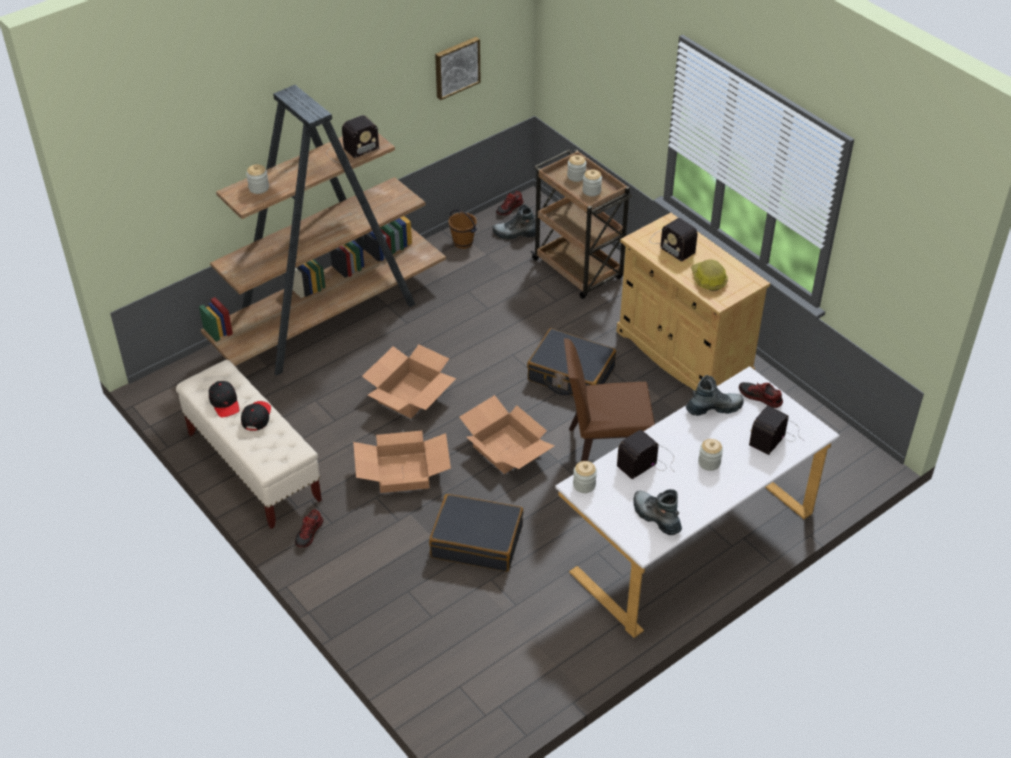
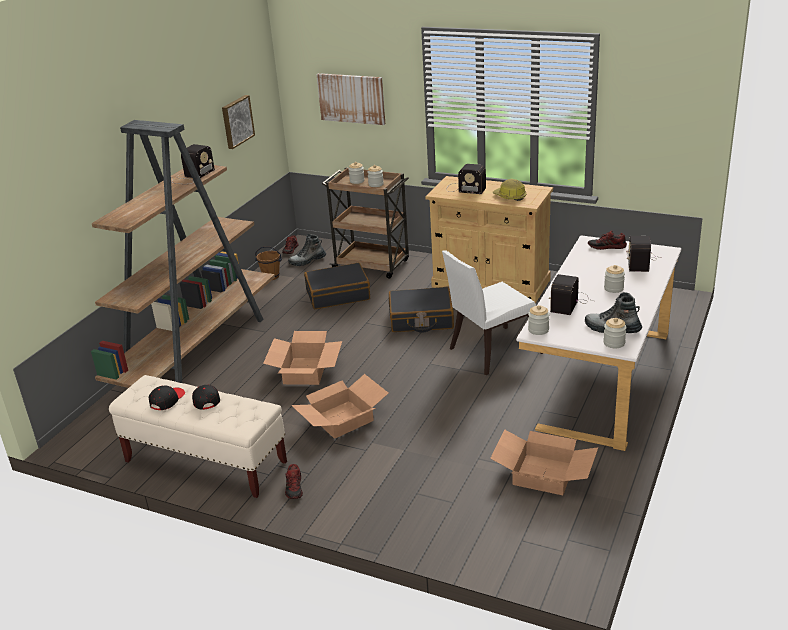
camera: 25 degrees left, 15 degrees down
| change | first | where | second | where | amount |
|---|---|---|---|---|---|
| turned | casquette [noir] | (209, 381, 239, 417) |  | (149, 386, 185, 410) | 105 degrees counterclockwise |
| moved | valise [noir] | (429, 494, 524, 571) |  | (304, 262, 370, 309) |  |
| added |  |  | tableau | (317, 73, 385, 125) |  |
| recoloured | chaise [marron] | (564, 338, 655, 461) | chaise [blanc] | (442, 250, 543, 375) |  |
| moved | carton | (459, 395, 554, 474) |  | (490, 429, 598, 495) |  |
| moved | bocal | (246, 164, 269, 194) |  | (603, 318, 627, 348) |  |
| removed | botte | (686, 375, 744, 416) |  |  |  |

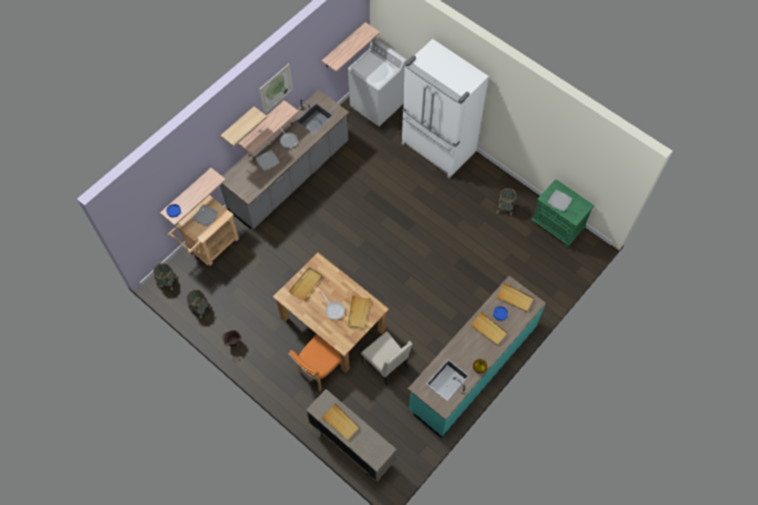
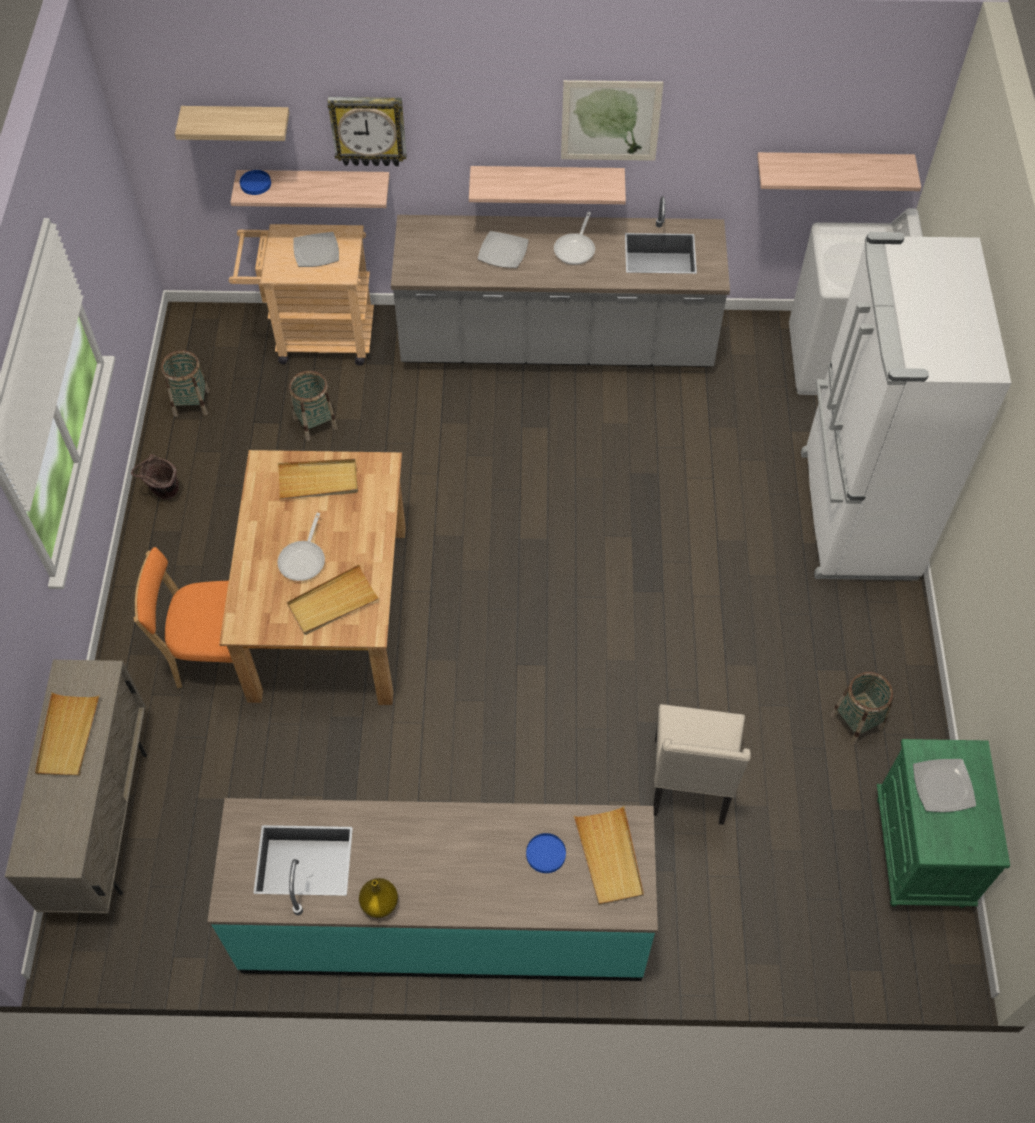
camera: 50 degrees right, 5 degrees down
| change | first | where | second | where | amount |
|---|---|---|---|---|---|
| moved | étagère | (220, 106, 267, 147) |  | (175, 106, 289, 141) |  |
| moved | panier | (153, 263, 177, 291) |  | (289, 371, 337, 441) |  |
| added |  |  | horloge murale | (327, 97, 407, 166) |  |
| moved | chaise [beige] | (361, 331, 412, 386) |  | (653, 704, 751, 825) |  |
| removed | plateau [beige] | (470, 311, 508, 345) |  |  |  |

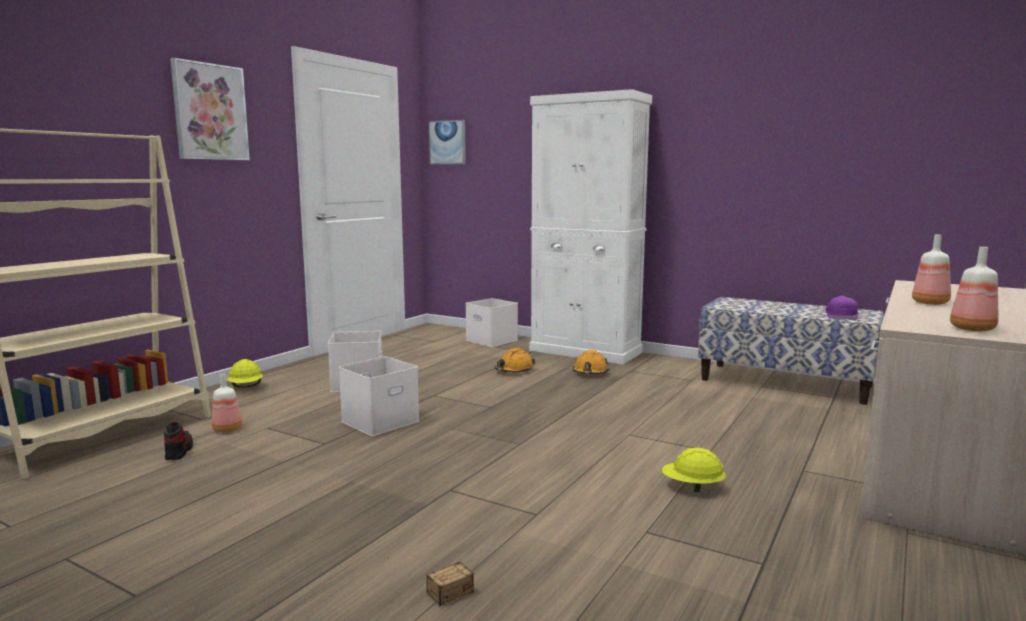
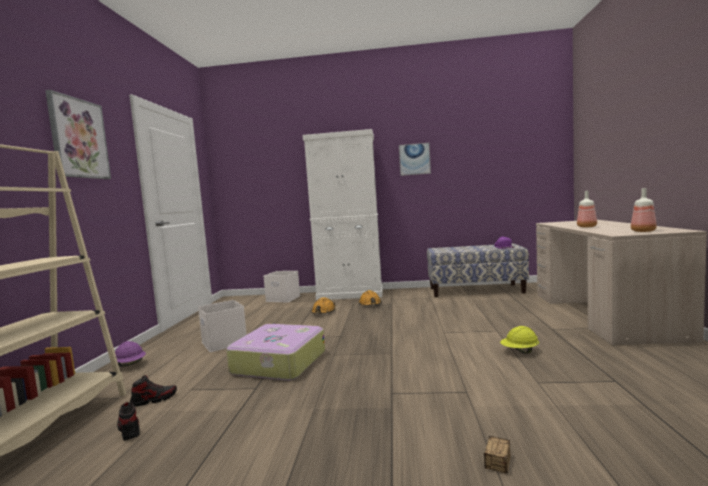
camera: 25 degrees left, 5 degrees down
| change | first | where | second | where | amount |
|---|---|---|---|---|---|
| recoloured | casque de chantier [jaune] | (227, 359, 263, 388) | casque de chantier [violet] | (115, 341, 146, 367) |  |
| replaced | bouteille | (212, 374, 242, 433) | chaussure | (130, 375, 177, 407) |  |
| replaced | boîte de rangement [blanc] | (339, 356, 420, 436) | valise | (226, 324, 325, 381) |  |
| moved | tableau | (429, 120, 466, 165) |  | (399, 143, 431, 176) |  |

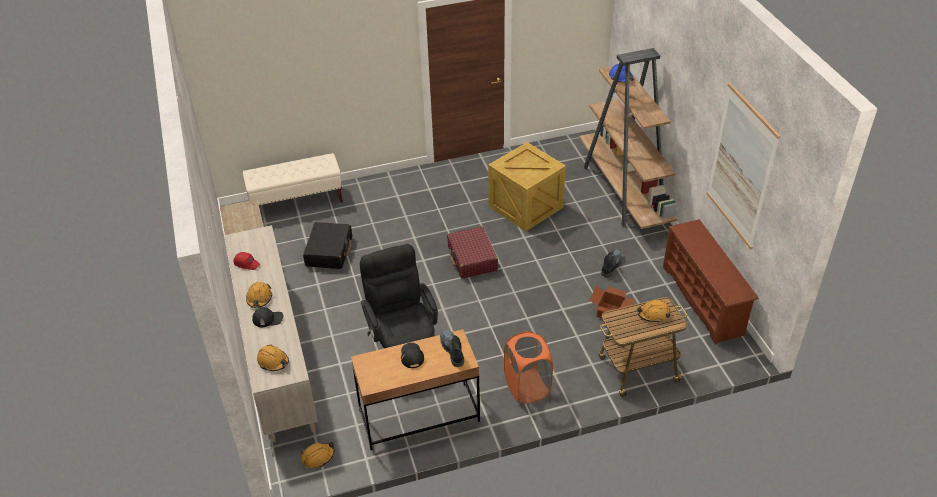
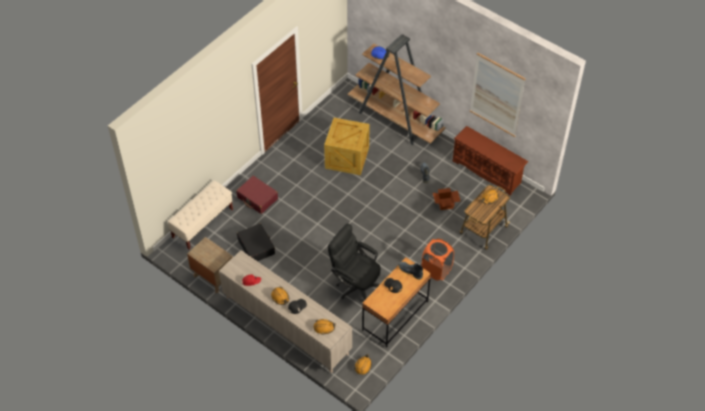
camera: 35 degrees left, 10 degrees up
| change | first | where | second | where | amount |
|---|---|---|---|---|---|
| moved | valise [rouge] | (447, 226, 498, 278) |  | (236, 176, 278, 214) |  |

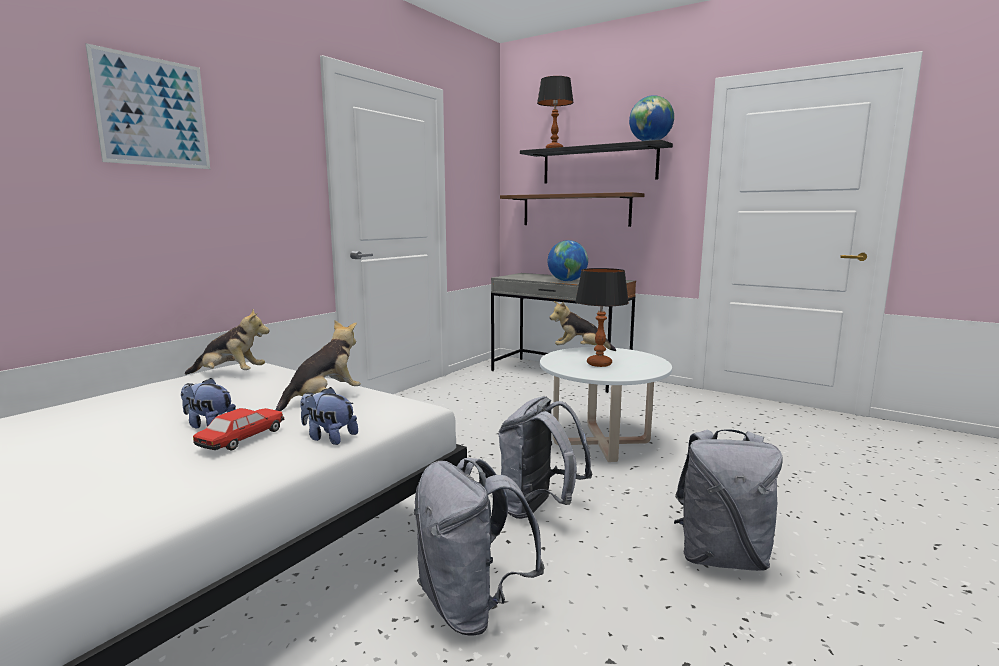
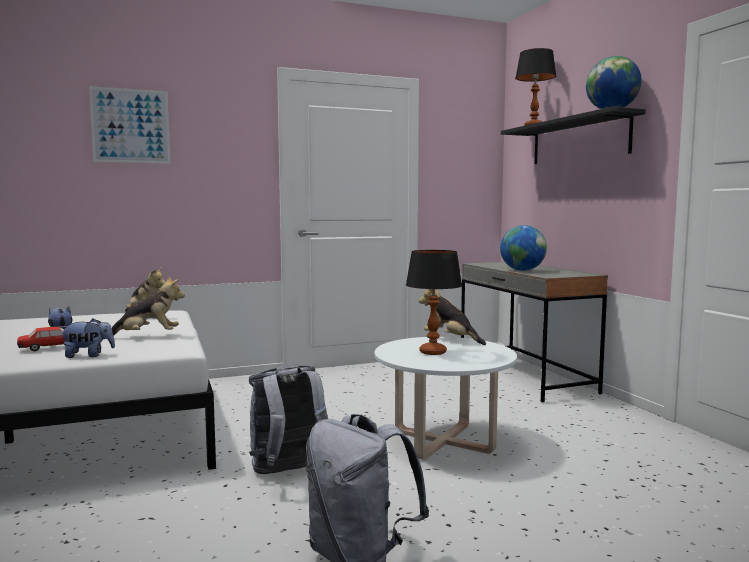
camera: 35 degrees right, 5 degrees down
| change | first | where | second | where | amount |
|---|---|---|---|---|---|
| turned | peluche | (300, 387, 358, 445) |  | (59, 319, 115, 358) | 105 degrees clockwise |
| removed | sac à dos [gris] | (414, 458, 545, 636) |  |  |  |
| removed | étagère [marron] | (500, 192, 644, 227) |  |  |  |

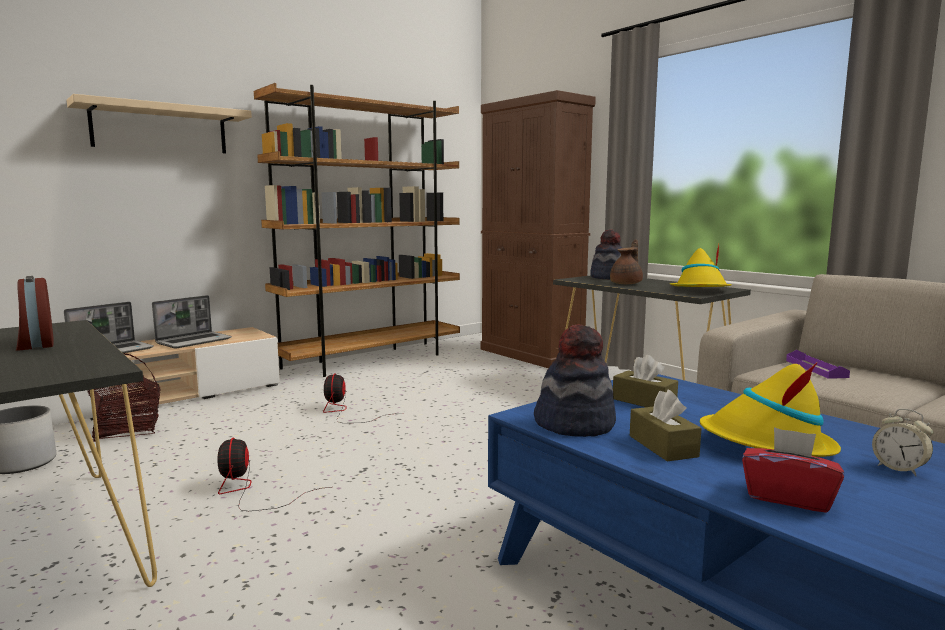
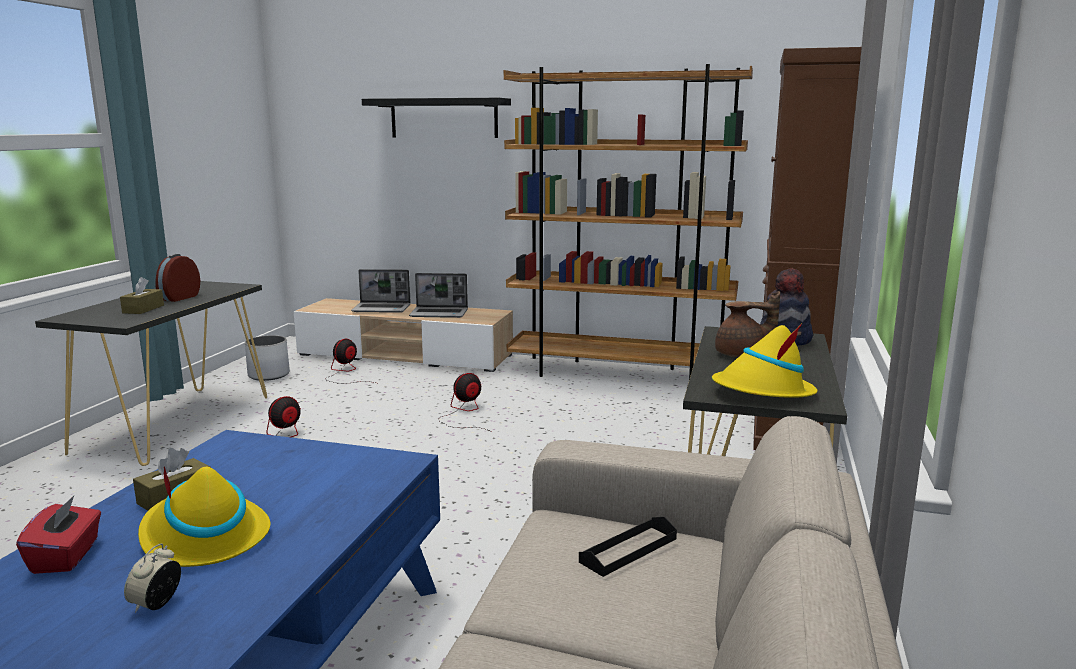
camera: 55 degrees right, 5 degrees up
| change | first | where | second | where | amount |
|---|---|---|---|---|---|
| moved | boîte à mouchoirs [marron] | (613, 355, 678, 407) |  | (120, 277, 164, 314) |  |
| replaced | panier | (87, 353, 161, 442) | ventilateur | (329, 339, 379, 384) |  |
| recoloured | étagère [beige] | (67, 94, 252, 153) | étagère [noir] | (362, 98, 511, 138) |  |
| recoloured | plateau [violet] | (786, 350, 850, 379) | plateau [noir] | (579, 517, 677, 577) |  |
| removed | chapeau | (534, 324, 616, 437) |  |  |  |

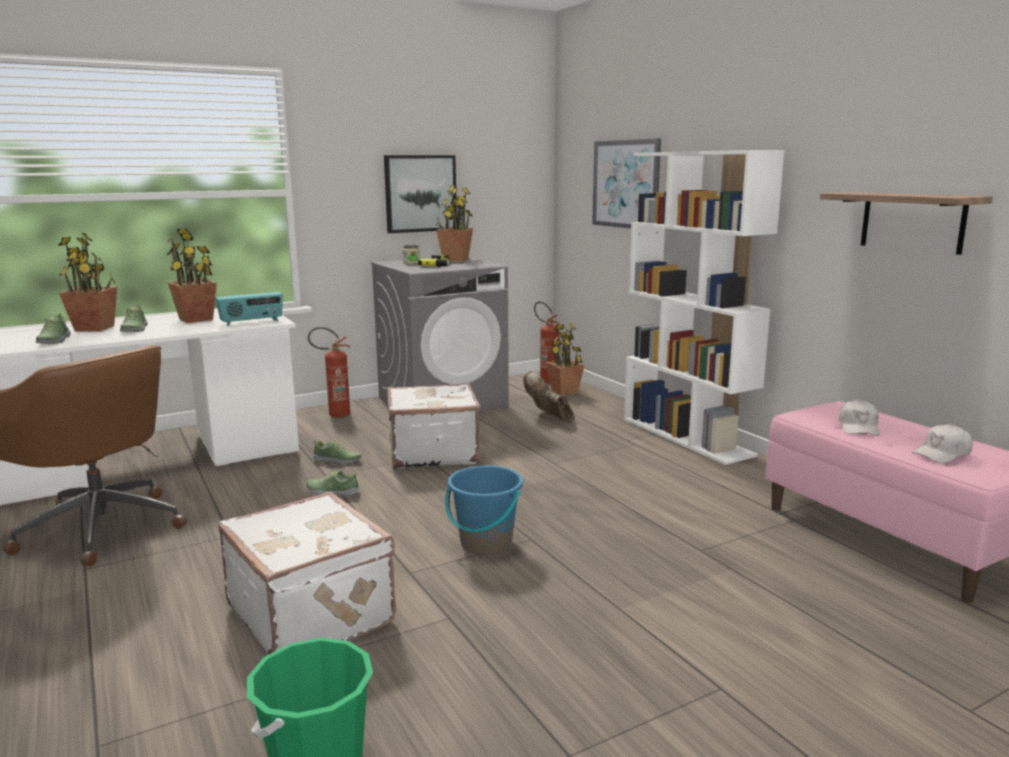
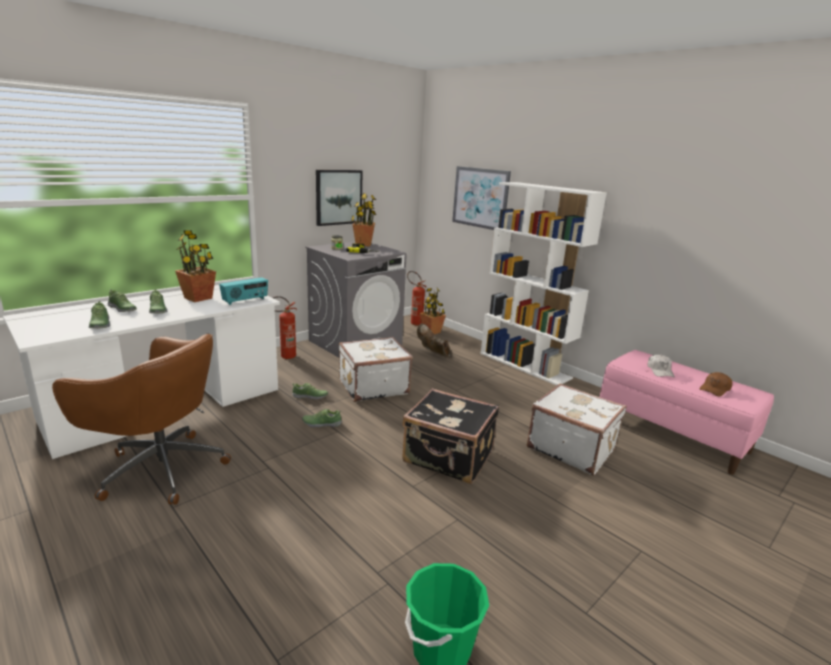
camera: 15 degrees left, 5 degrees up
| change | first | where | second | where | amount |
|---|---|---|---|---|---|
| replaced | plante en pot | (58, 233, 117, 332) | chaussure | (107, 289, 137, 312) |  |
| replaced | seau [bleu] | (445, 466, 523, 555) | valise [noir] | (402, 388, 499, 484) |  |
| moved | valise [blanc] | (218, 492, 396, 655) |  | (527, 383, 627, 475) |  |
| recoloured | casquette [blanc] | (912, 425, 973, 463) | casquette [marron] | (699, 372, 732, 397) |  |
| removed | étagère | (820, 192, 993, 255) |  |  |  |

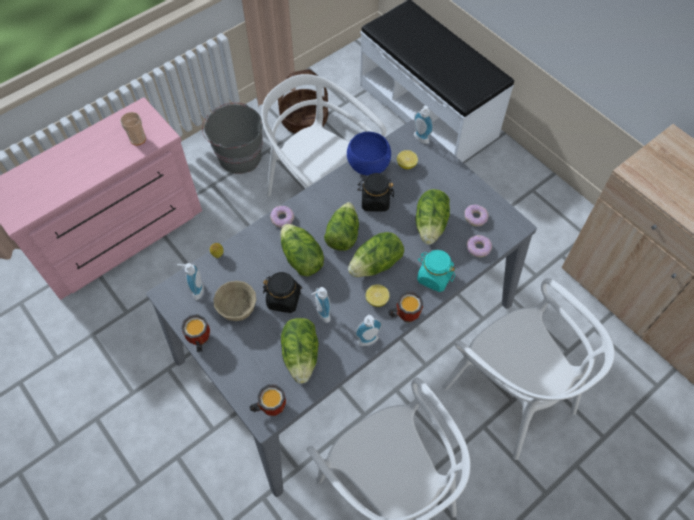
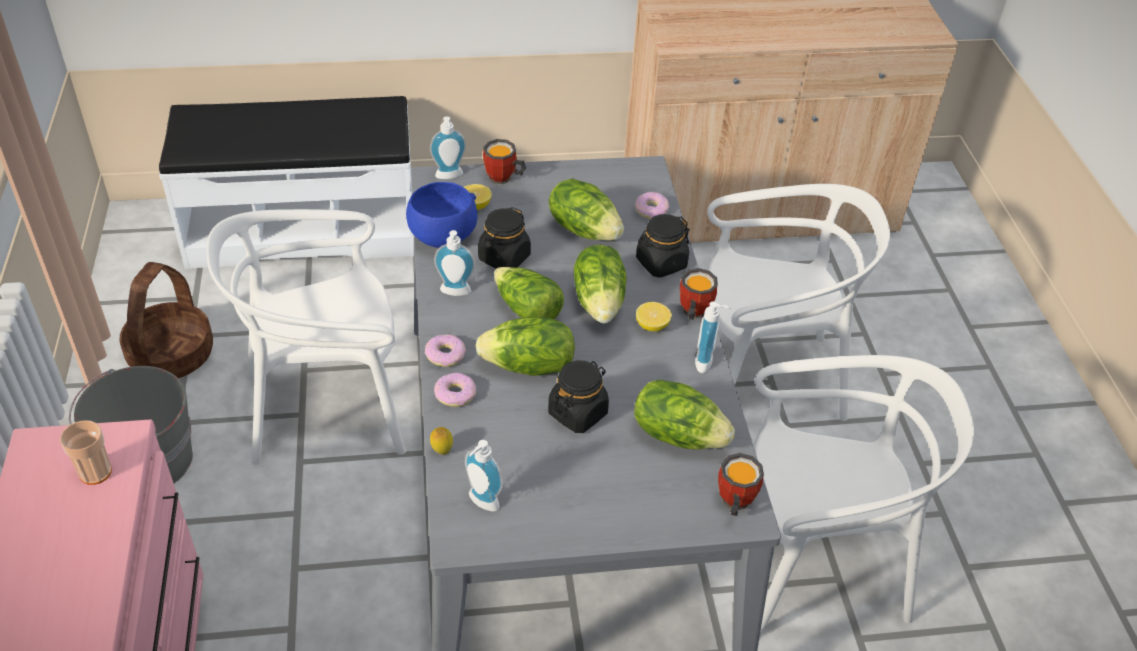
camera: 60 degrees left, 15 degrees down
| change | first | where | second | where | amount |
|---|---|---|---|---|---|
| moved | distributeur de savon | (312, 287, 331, 323) |  | (434, 230, 475, 296) |  |
| moved | beignet | (465, 205, 489, 226) |  | (434, 373, 476, 407) |  |
| moved | mug | (181, 314, 210, 352) |  | (483, 139, 526, 184) |  |
| recoloured | bocal [turquoise] | (417, 250, 456, 292) | bocal [noir] | (636, 214, 690, 278) |  |
| removed | bol [beige] | (213, 281, 256, 321) |  |  |  |

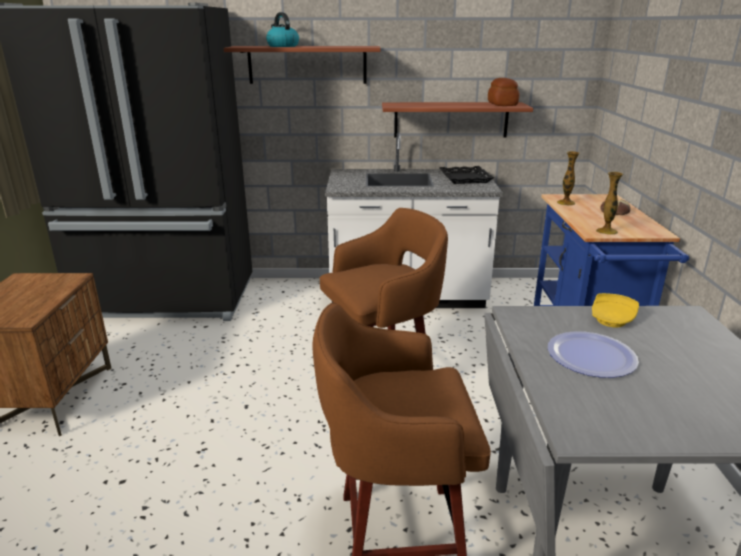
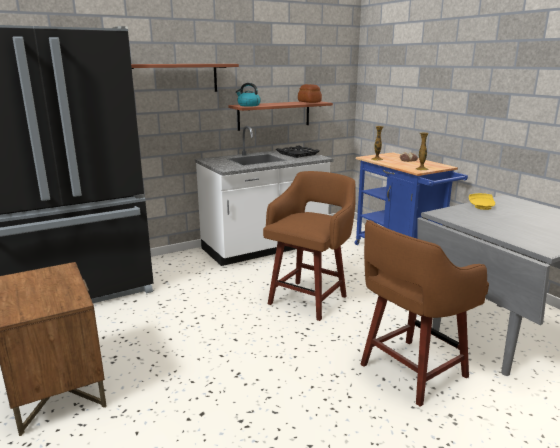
camera: 30 degrees left, 5 degrees down
| change | first | where | second | where | amount |
|---|---|---|---|---|---|
| moved | bouilloire | (266, 12, 299, 47) |  | (236, 83, 261, 107) |  |
| removed | assiette | (548, 331, 639, 378) |  |  |  |

